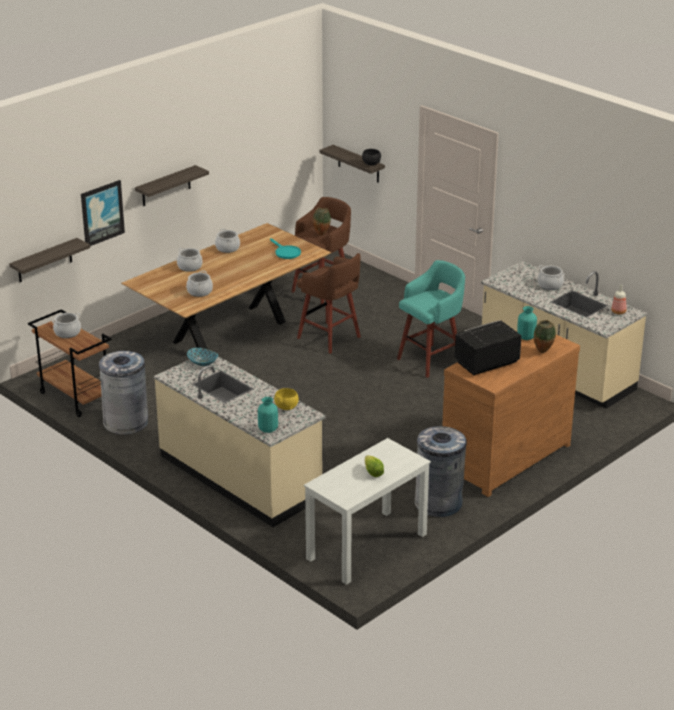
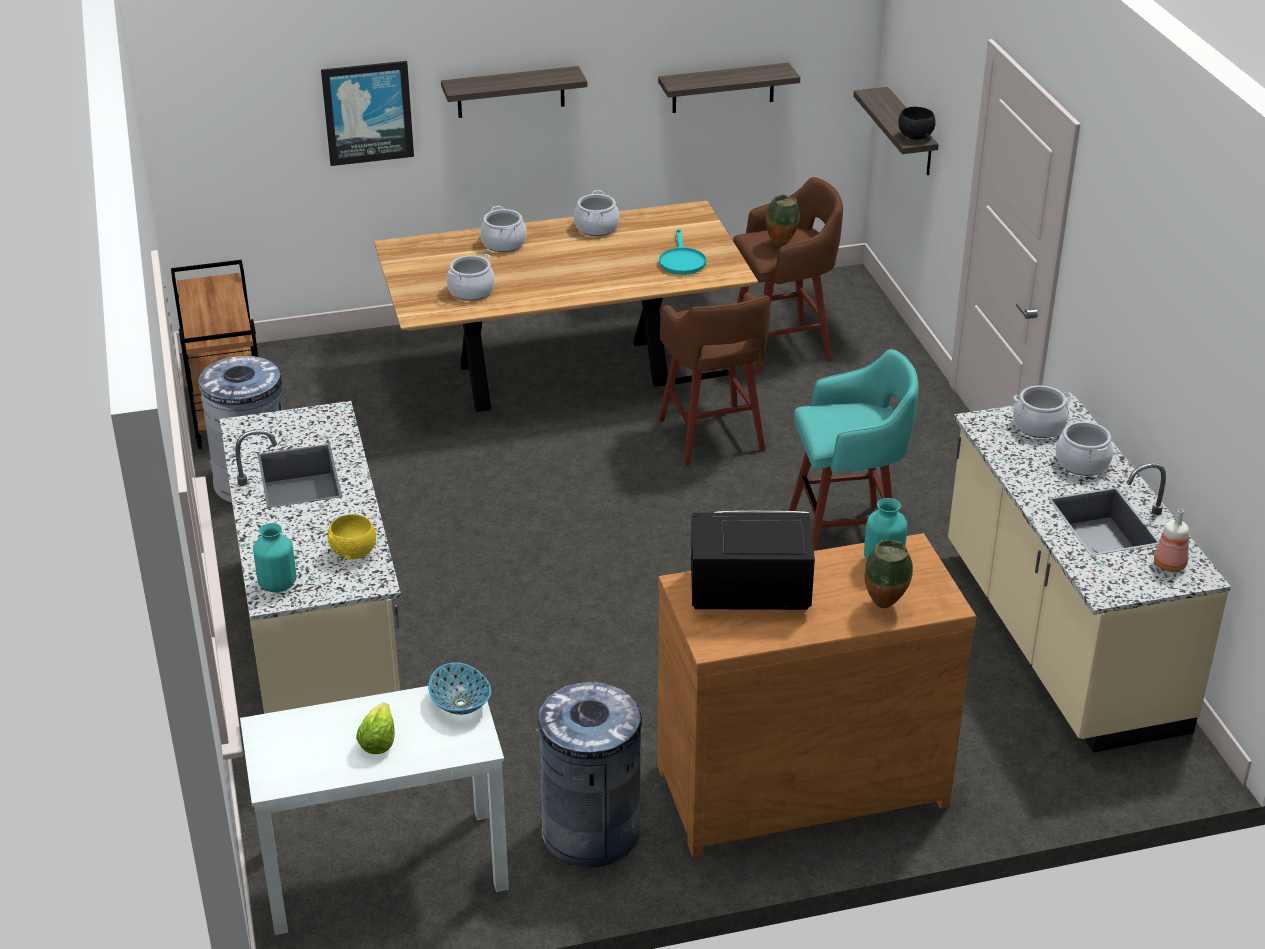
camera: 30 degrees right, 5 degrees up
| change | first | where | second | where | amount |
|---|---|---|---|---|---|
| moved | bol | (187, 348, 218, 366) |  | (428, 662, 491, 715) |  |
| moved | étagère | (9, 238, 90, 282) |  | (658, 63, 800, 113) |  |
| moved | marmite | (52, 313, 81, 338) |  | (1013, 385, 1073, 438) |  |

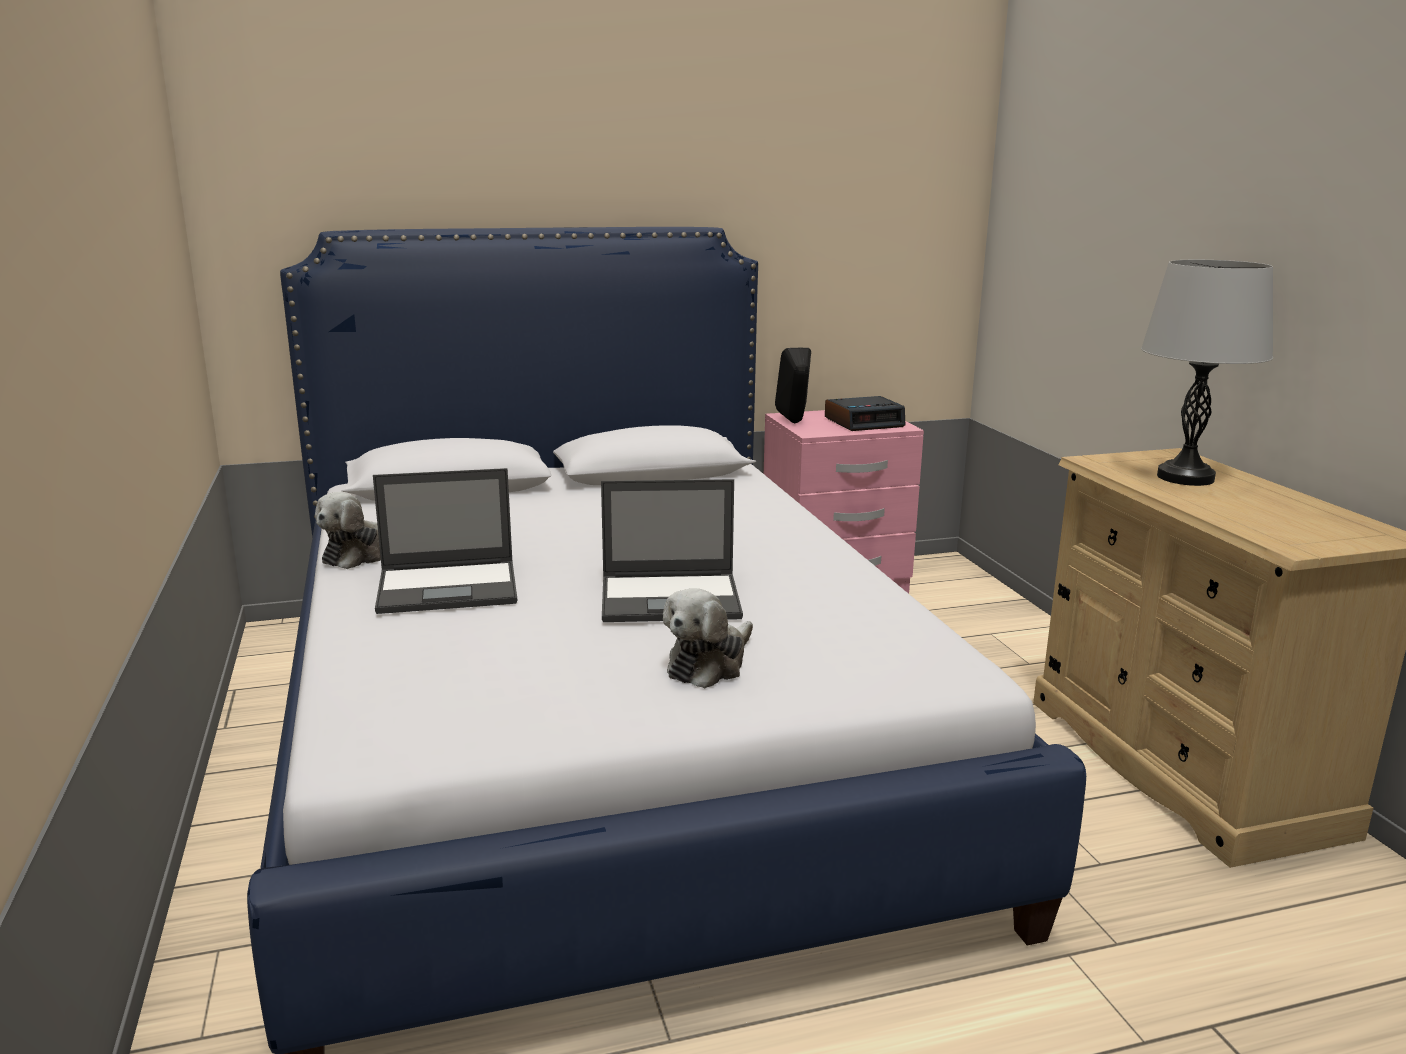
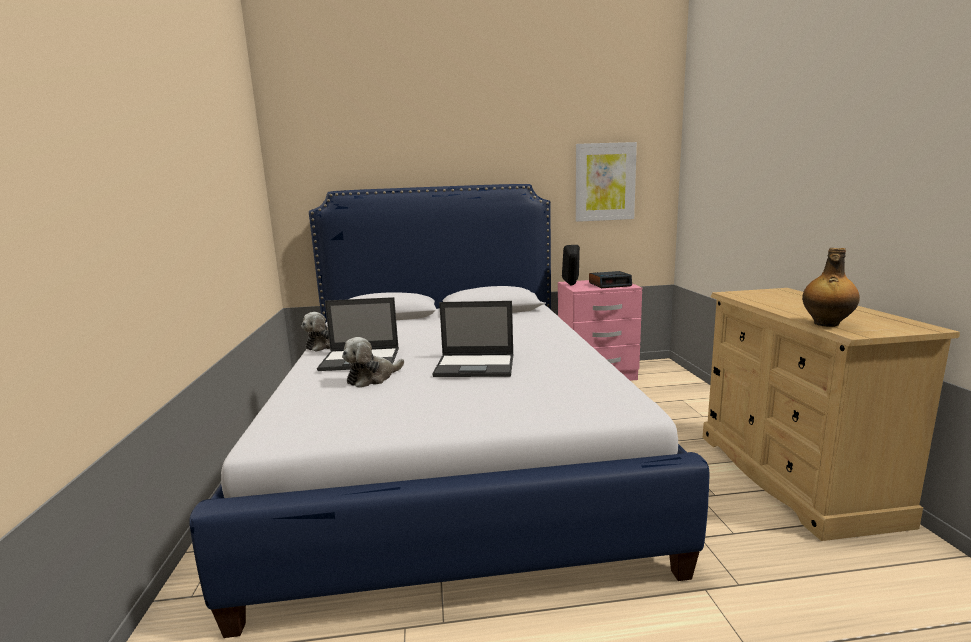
camera: 10 degrees right, 5 degrees down
| change | first | where | second | where | amount |
|---|---|---|---|---|---|
| moved | peluche | (663, 588, 753, 689) |  | (342, 337, 404, 388) |  |
| added |  |  | tableau | (575, 142, 637, 222) |  |
| added |  |  | bouteille | (802, 248, 860, 327) |  |
| removed | lampe de table [gris] | (1141, 260, 1273, 486) |  |  |  |

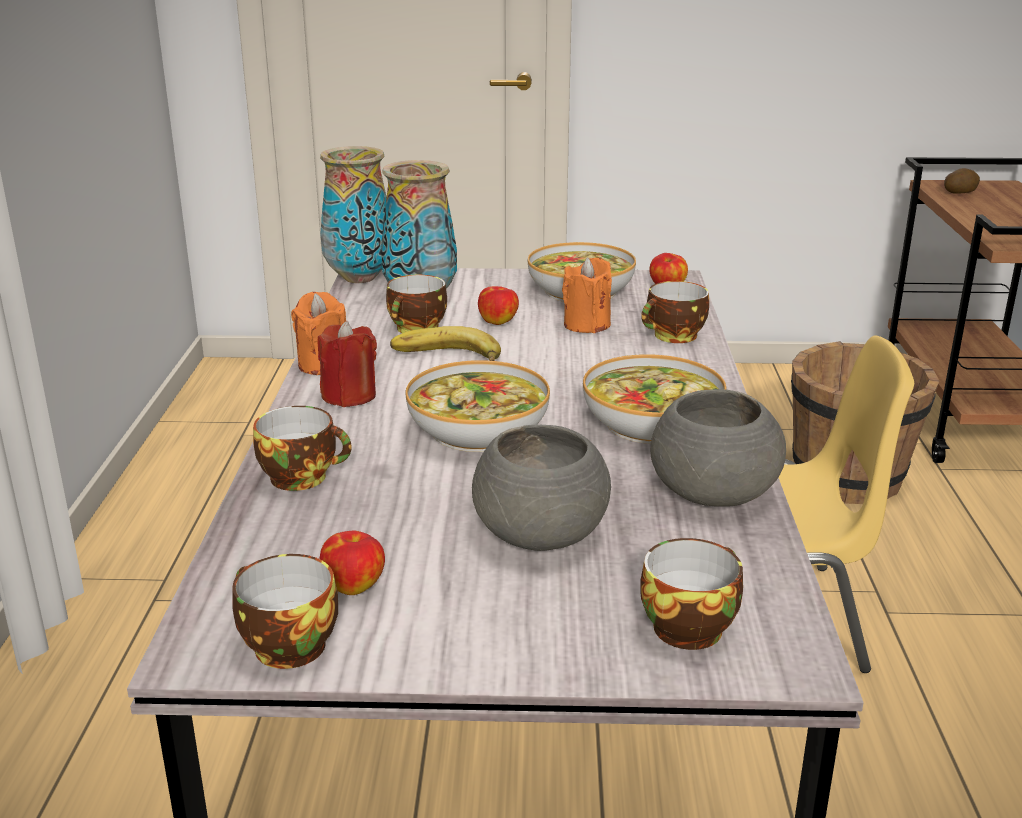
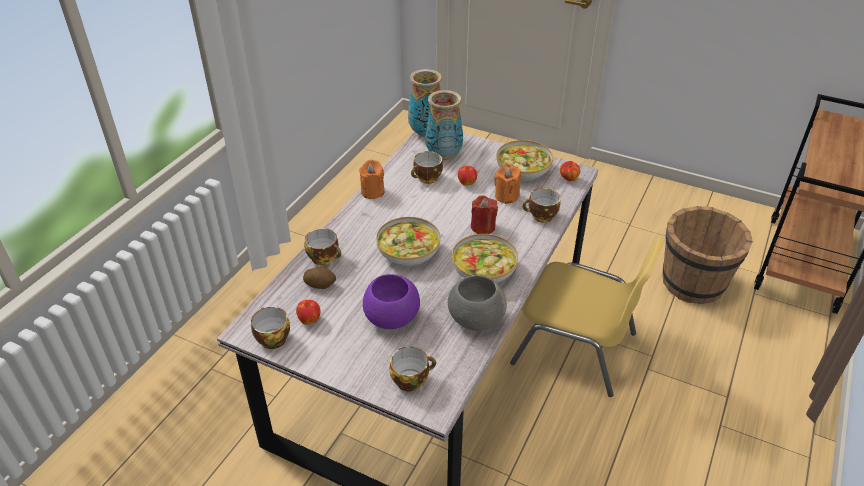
camera: 25 degrees right, 15 degrees up
| change | first | where | second | where | amount |
|---|---|---|---|---|---|
| moved | pomme de terre | (944, 168, 980, 194) |  | (303, 267, 336, 289) |  |
| recoloured | bol [gris] | (472, 425, 611, 551) | bol [violet] | (363, 274, 420, 329) |  |
| moved | bougie [rouge] | (318, 321, 377, 407) |  | (471, 196, 498, 234) |  |
| removed | banane | (390, 326, 501, 361) |  |  |  |

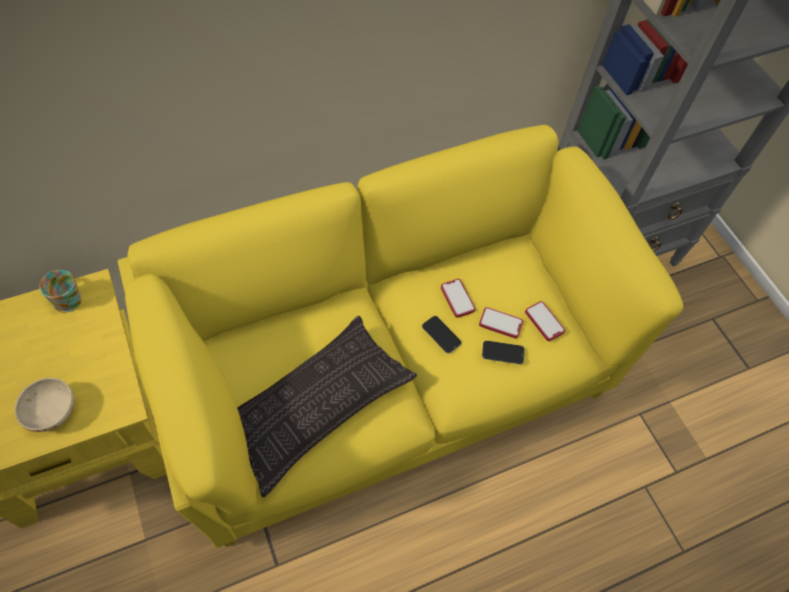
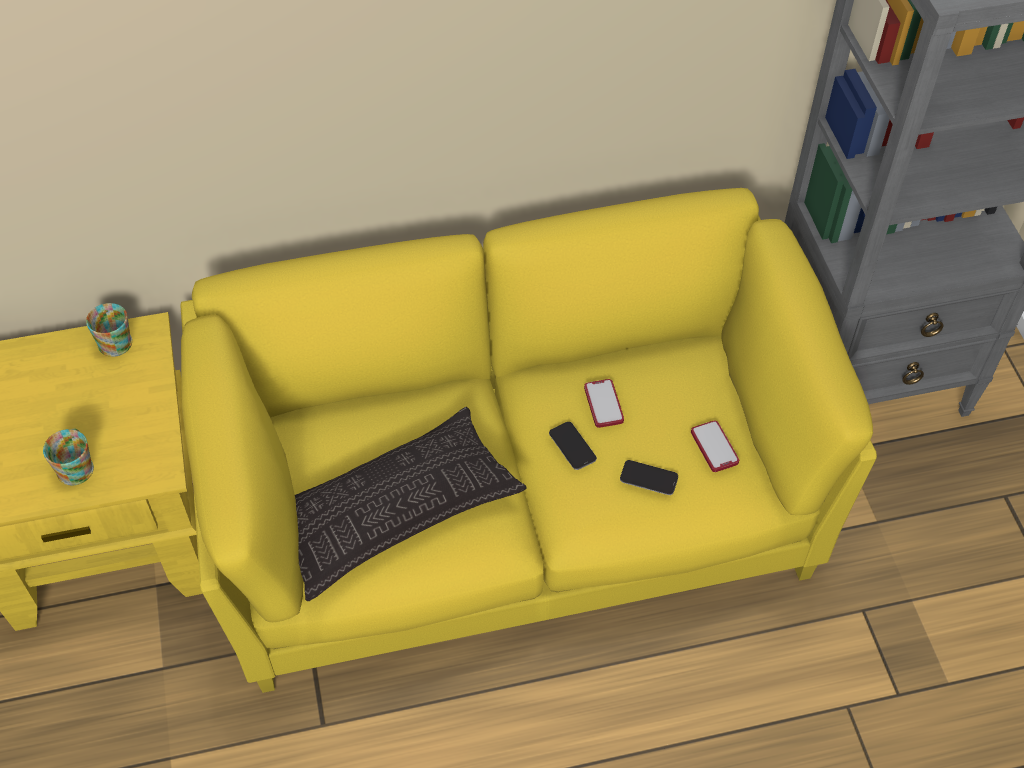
camera: 15 degrees right, 5 degrees down
| change | first | where | second | where | amount |
|---|---|---|---|---|---|
| replaced | bol [beige] | (14, 378, 74, 432) | mug | (43, 428, 94, 485) |  |
| removed | téléphone | (479, 307, 523, 339) |  |  |  |

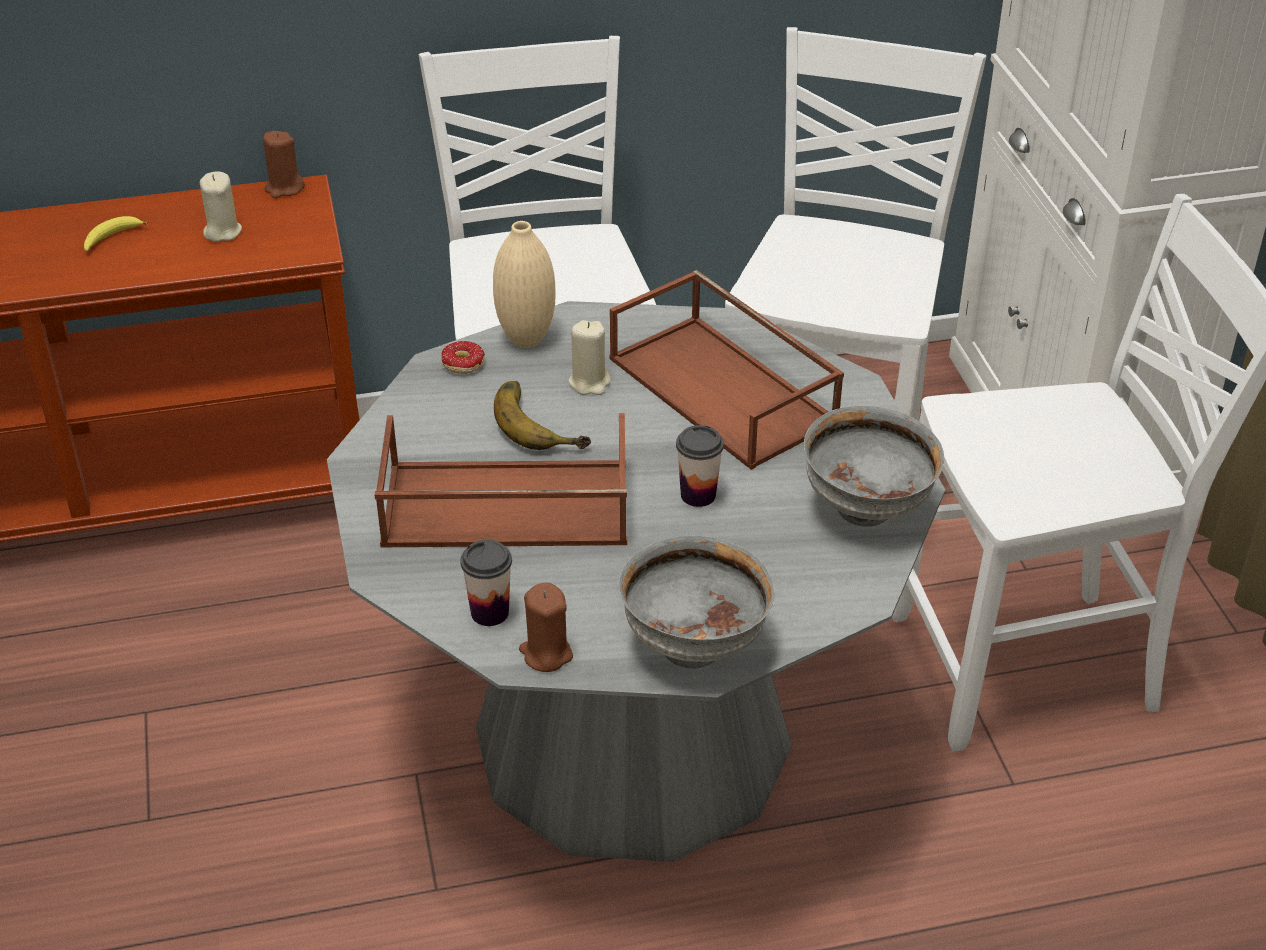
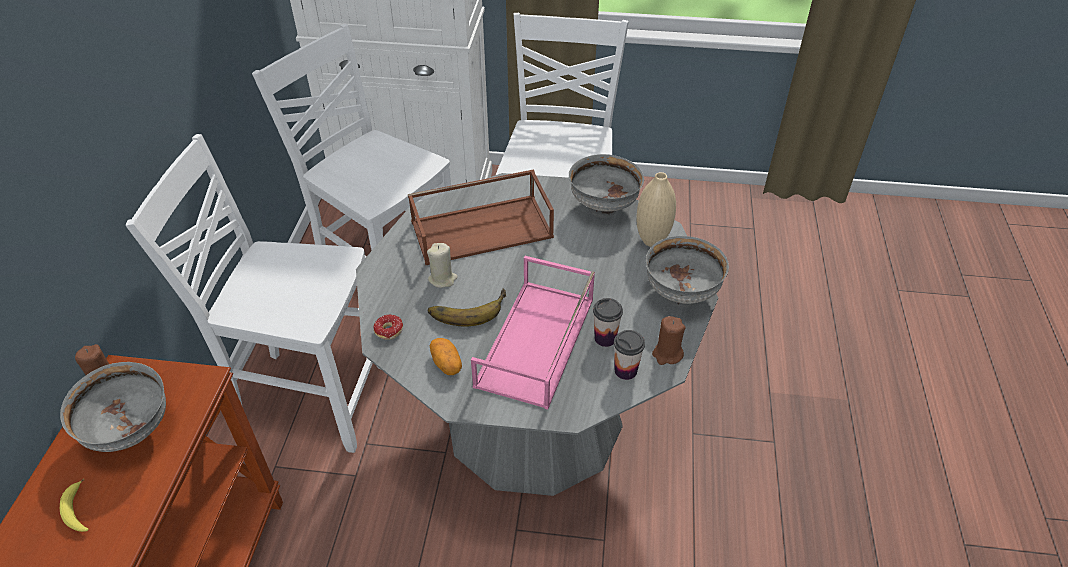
camera: 70 degrees left, 5 degrees up
| change | first | where | second | where | amount |
|---|---|---|---|---|---|
| replaced | bougie [beige] | (200, 171, 242, 242) | bol [gris] | (60, 362, 166, 452) |  |
| added |  |  | pomme de terre | (430, 338, 462, 375) |  |
| recoloured | plateau [marron] | (375, 413, 627, 547) | plateau [rose] | (471, 256, 595, 410) |  |
| moved | tasse | (676, 425, 724, 507) |  | (593, 298, 623, 347) |  |
| moved | vase [beige] | (493, 221, 556, 348) |  | (636, 172, 676, 247) |  |

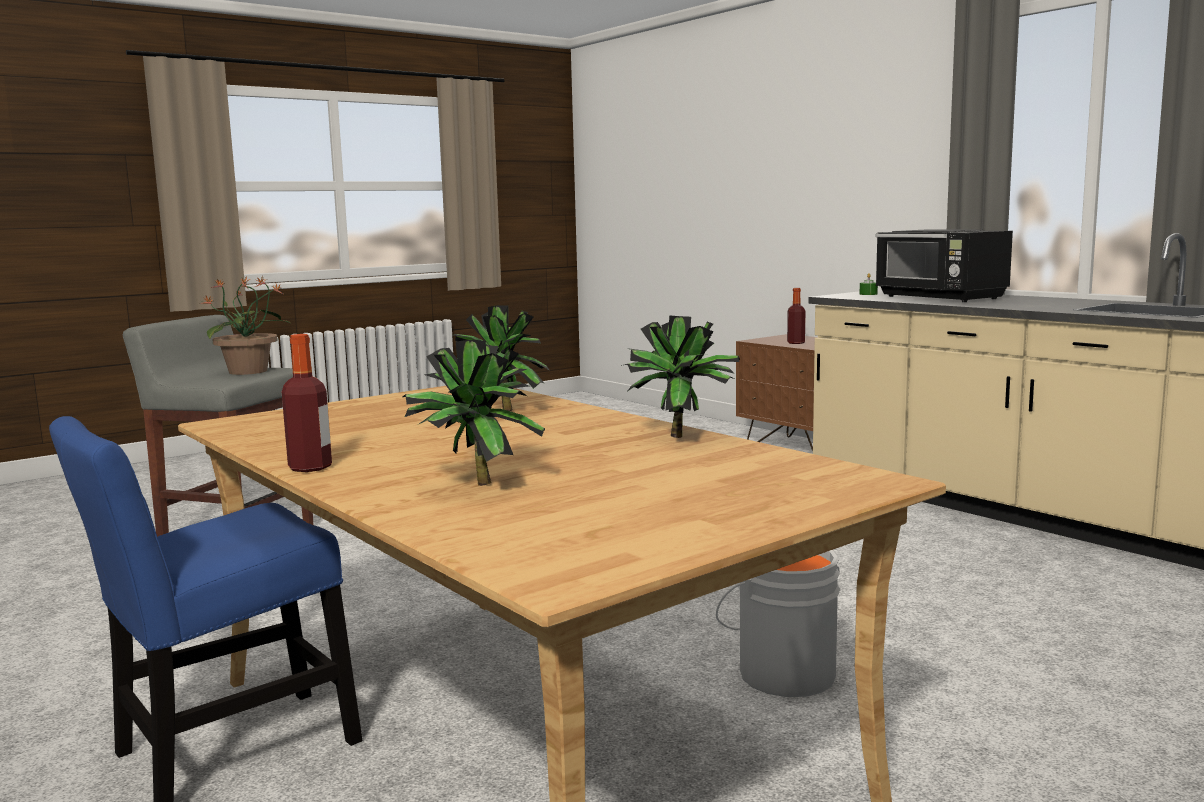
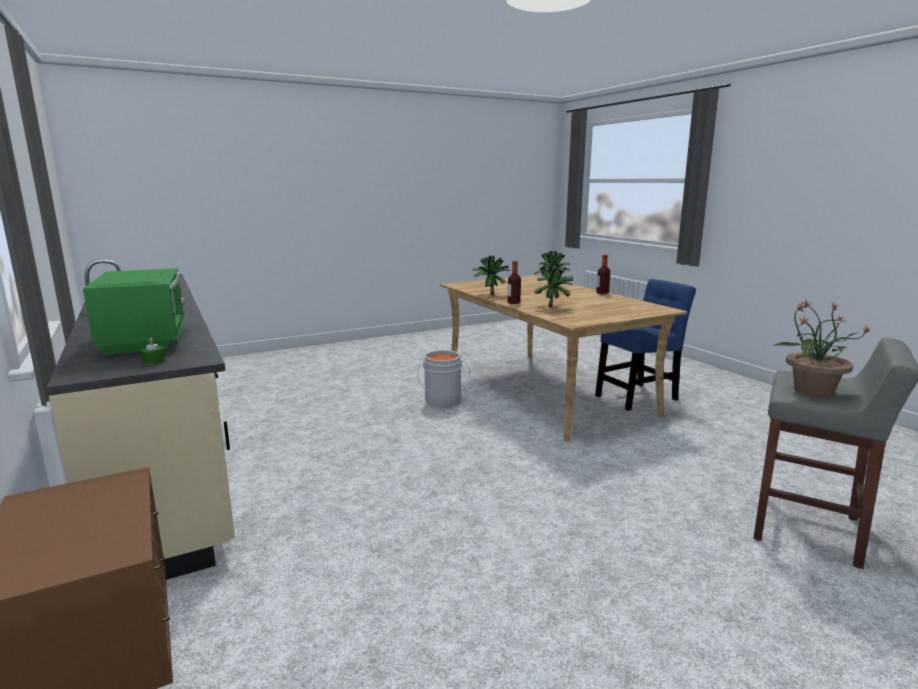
camera: 170 degrees left, 5 degrees up
| change | first | where | second | where | amount |
|---|---|---|---|---|---|
| recoloured | micro-ondes [noir] | (875, 230, 1013, 302) | micro-ondes [vert] | (83, 268, 185, 356) |  |
| moved | bouteille | (787, 288, 805, 344) |  | (508, 261, 521, 304) |  |

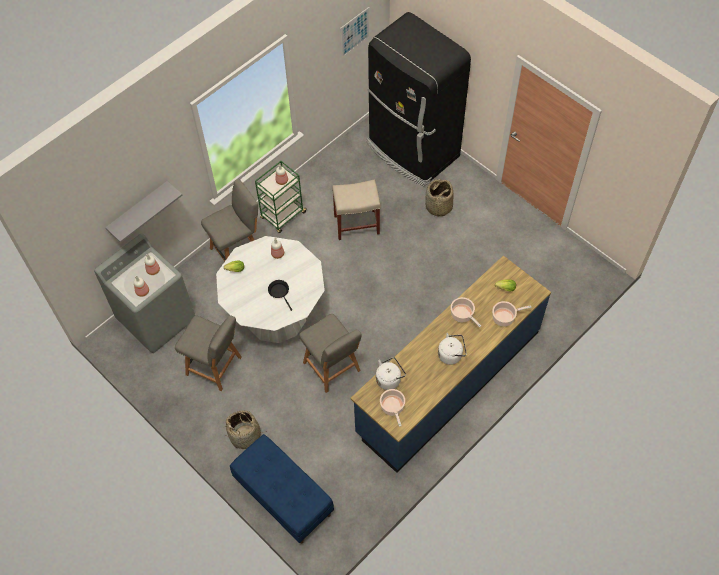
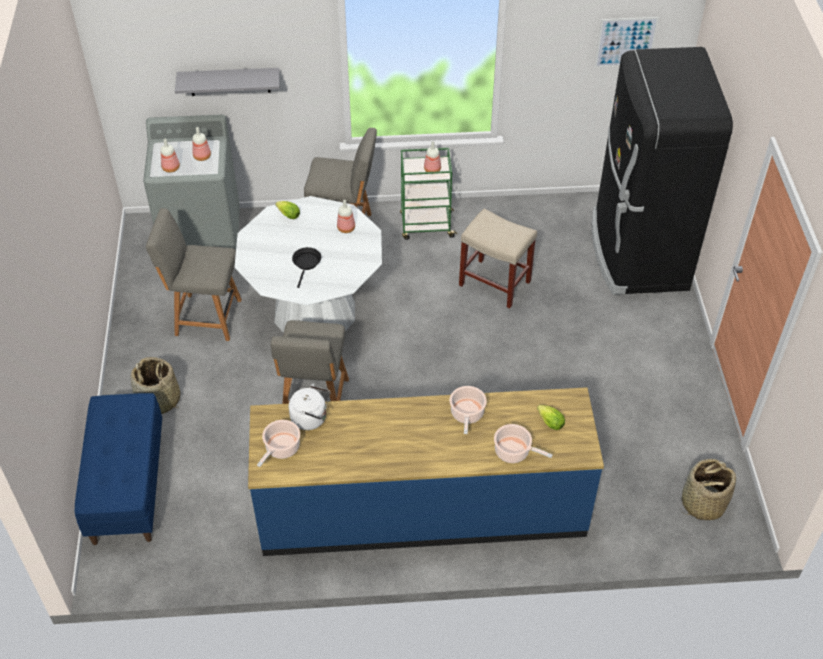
camera: 40 degrees right, 10 degrees down
| change | first | where | second | where | amount |
|---|---|---|---|---|---|
| turned | chaise [gris] | (175, 315, 242, 391) |  | (146, 208, 242, 341) | 120 degrees clockwise |
| moved | panier | (425, 179, 454, 218) |  | (681, 459, 736, 520) |  |
| removed | bouilloire [blanc] | (438, 333, 467, 365) |  |  |  |

